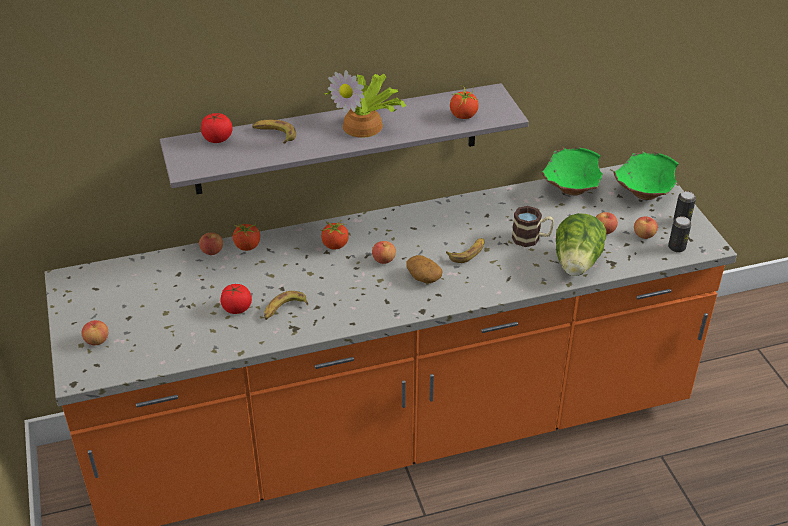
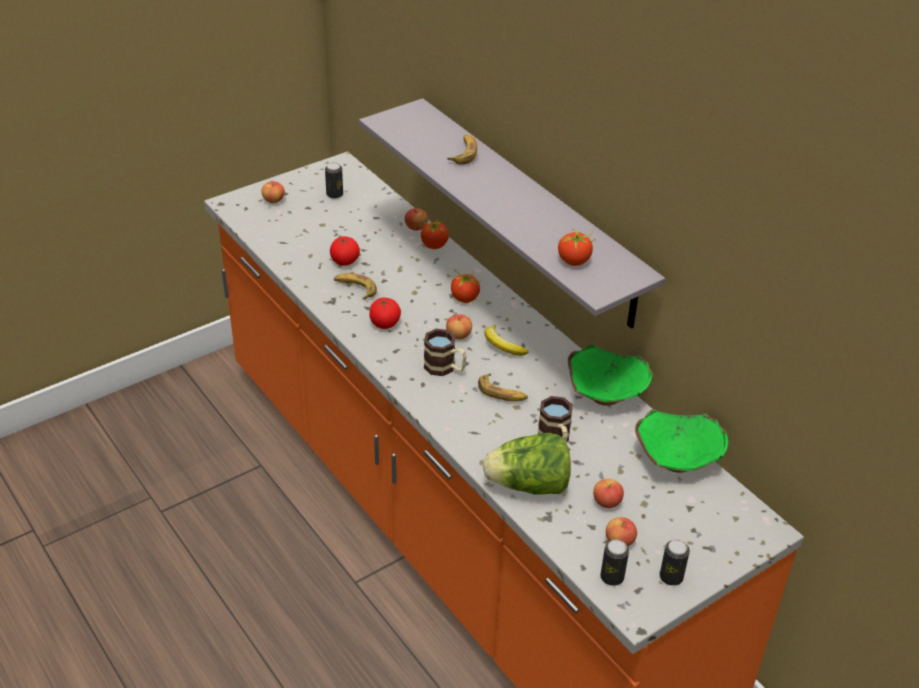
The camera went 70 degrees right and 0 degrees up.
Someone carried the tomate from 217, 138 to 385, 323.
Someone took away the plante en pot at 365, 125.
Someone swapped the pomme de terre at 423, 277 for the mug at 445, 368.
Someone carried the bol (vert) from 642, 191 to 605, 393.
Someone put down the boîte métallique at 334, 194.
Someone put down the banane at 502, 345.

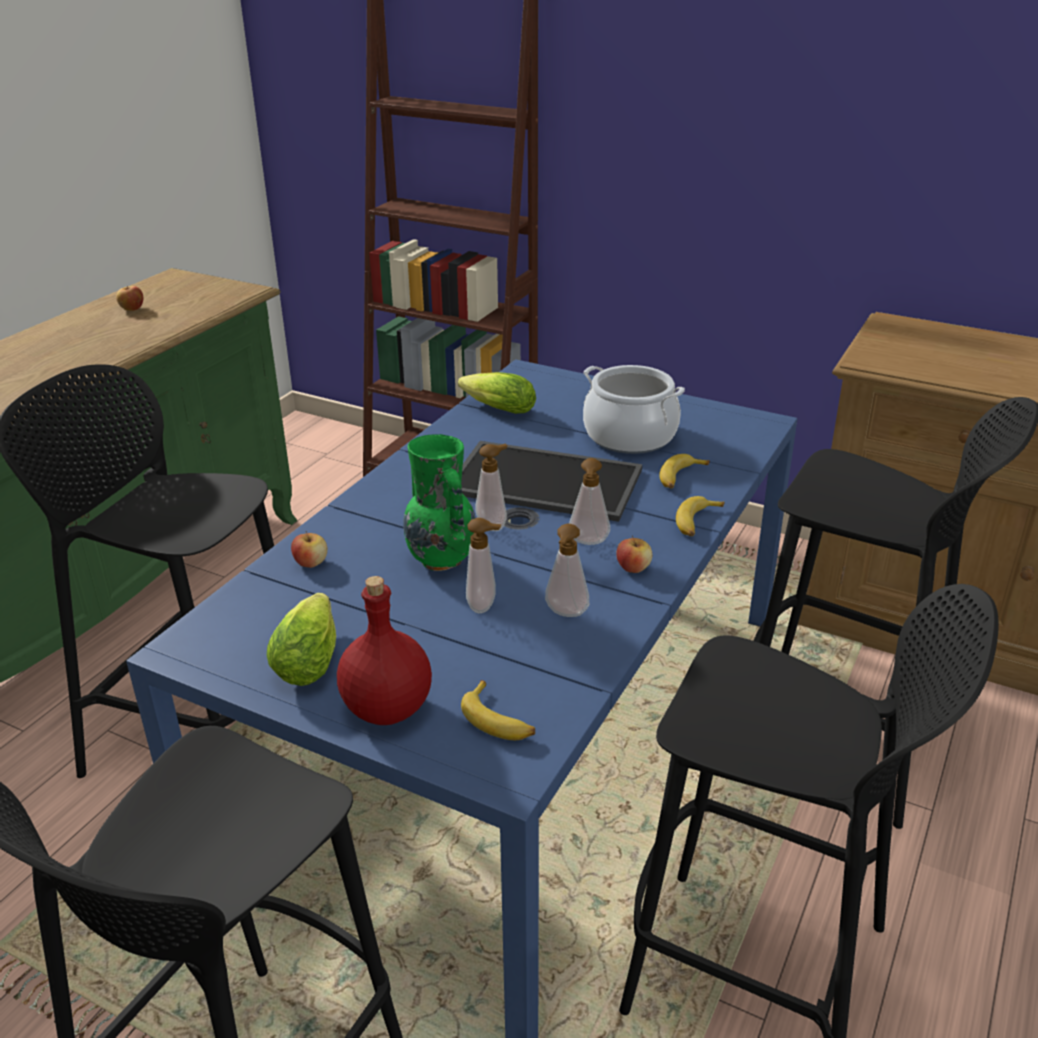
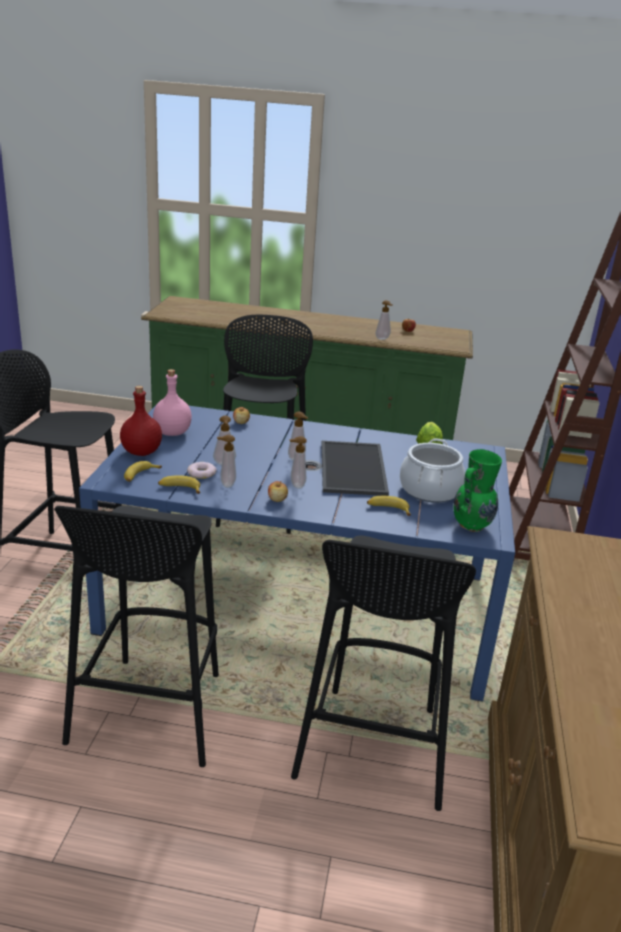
The camera went 70 degrees right and 5 degrees down.
Someone swapped the laitue at 310, 656 for the bouteille (rose) at 171, 432.
Someone carried the vase (vert) from 441, 560 to 472, 526.
Someone carried the banane from 697, 523 to 179, 488.
Someone put down the beignet at 201, 473.
Someone put down the distributeur de savon at 383, 339.

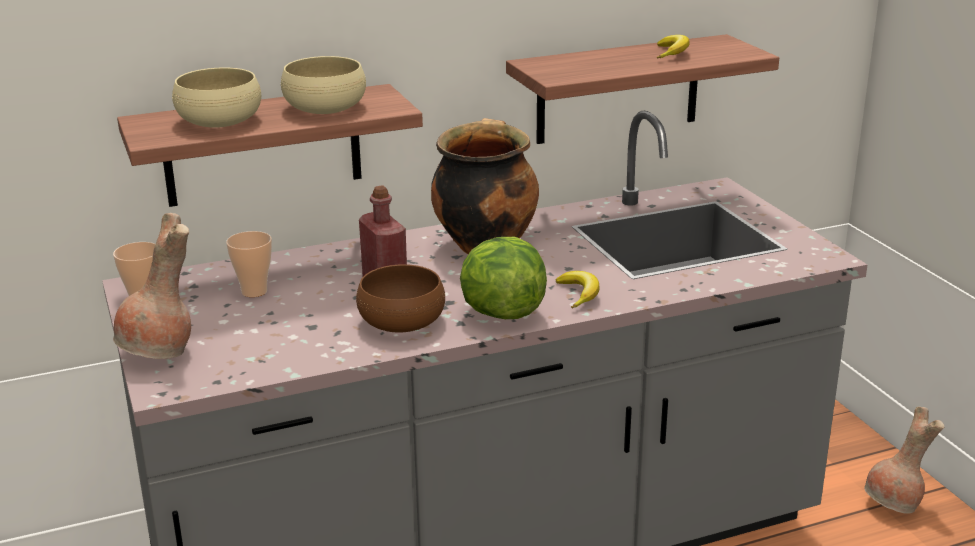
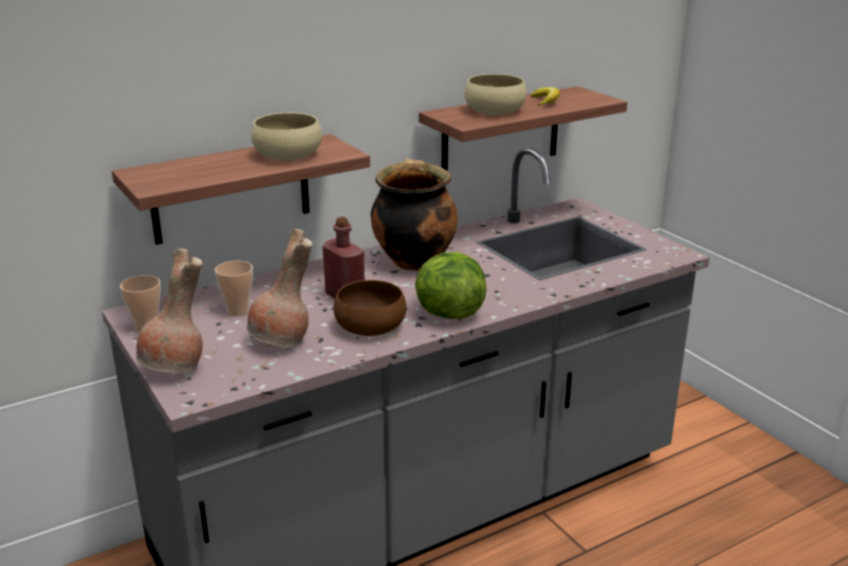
The camera went 10 degrees left and 0 degrees up.
Someone carried the bol (beige) from 220, 120 to 495, 111.
Someone took away the banane at 579, 294.
Someone carried the vase (marron) from 894, 505 to 282, 342.

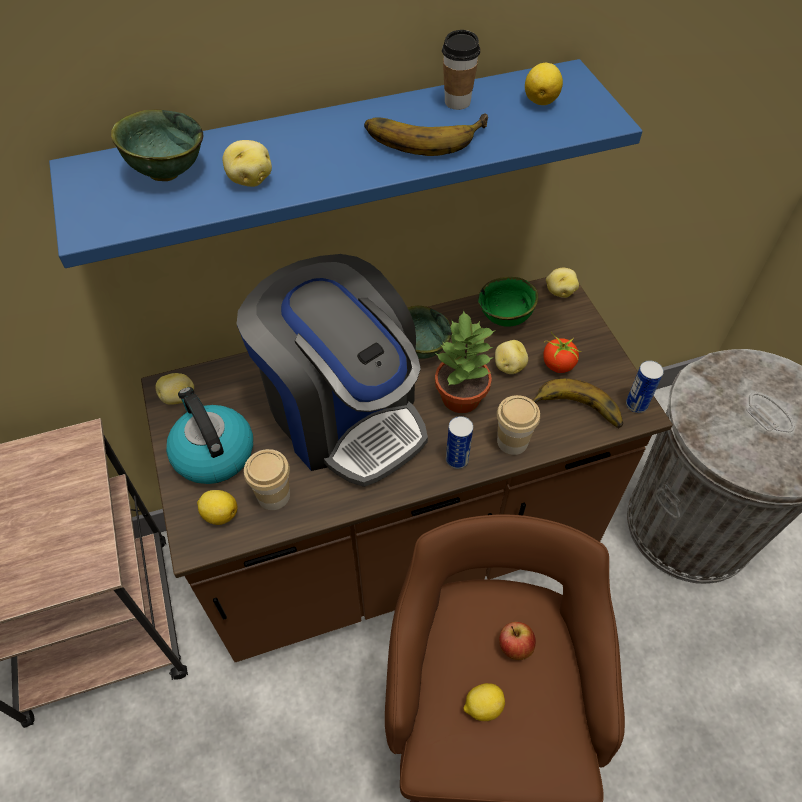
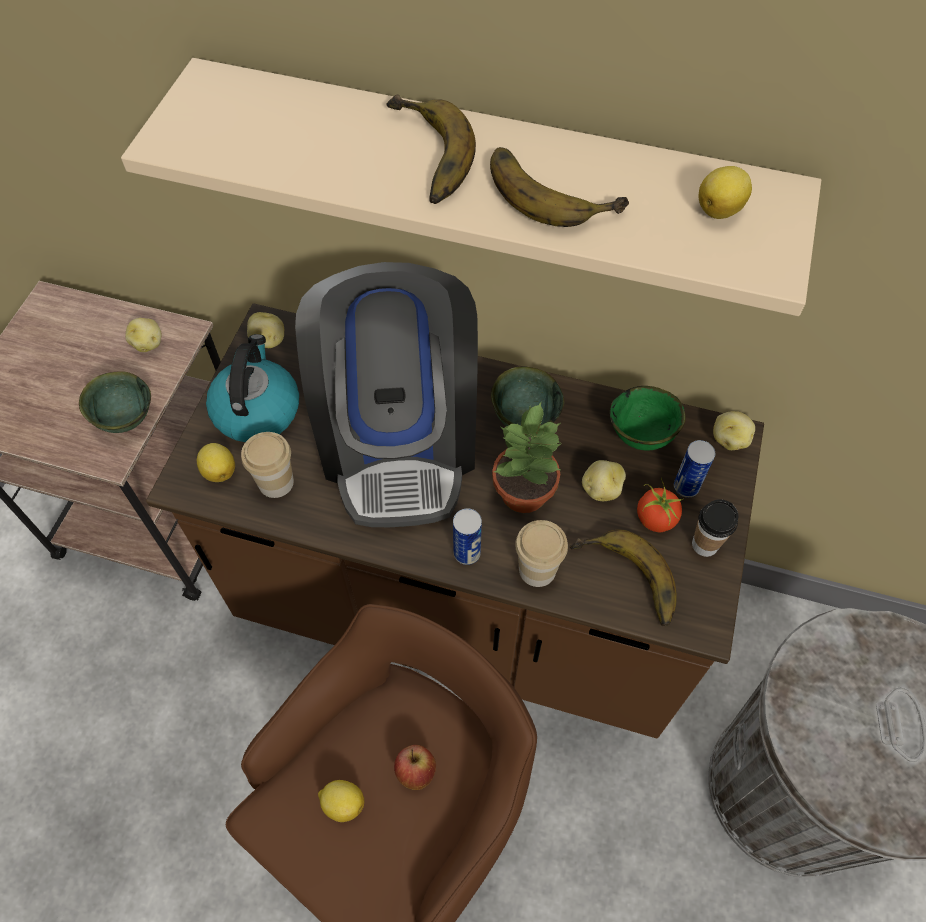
The camera went 35 degrees right and 5 degrees up.
Someone repainted the étagère (bleu) at 336, 153, which became the étagère (beige) at 488, 166.
Someone carried the bol (vert) from 167, 172 to 125, 418.
Someone carried the pomme de terre from 250, 179 to 148, 343.
Someone carried the tasse from 457, 102 to 704, 545.
Someone carried the boîte métallique from 636, 404 to 686, 487.
Someone put down the banane at 422, 157.

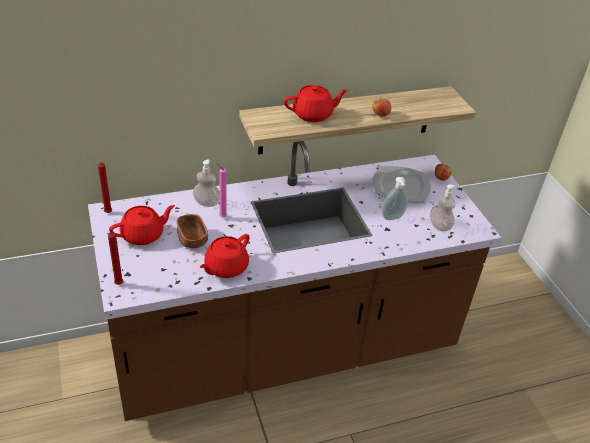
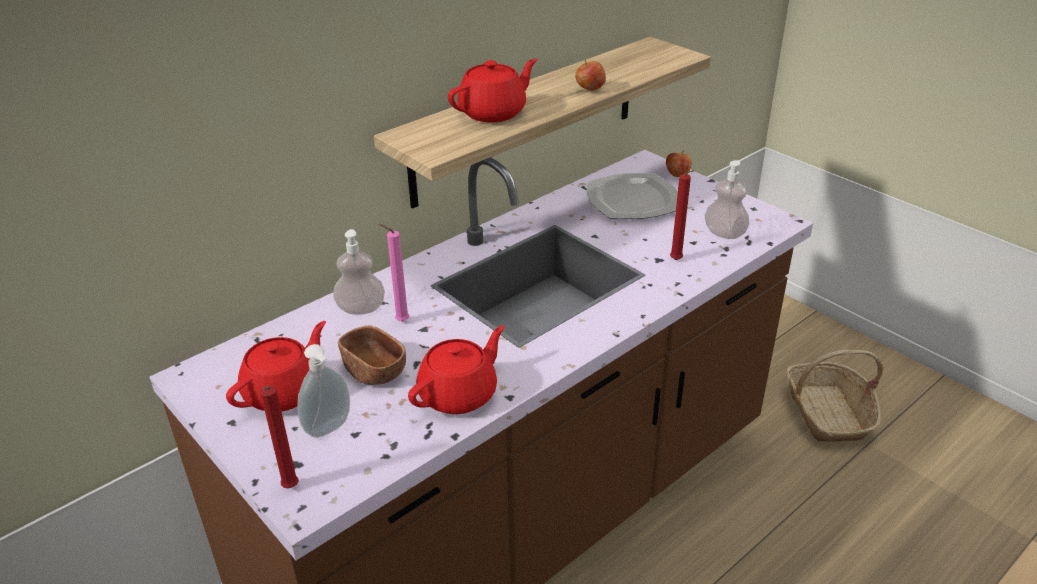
The camera went 20 degrees left and 5 degrees down.
Someone carried the bougie (rouge) from 108, 213 to 677, 261.
Someone rotated the théière (rouge) at 225, 267 by 150 degrees counterclockwise.
Someone carried the distributeur de savon from 393, 218 to 330, 429.
Someone put down the panier at 827, 413.

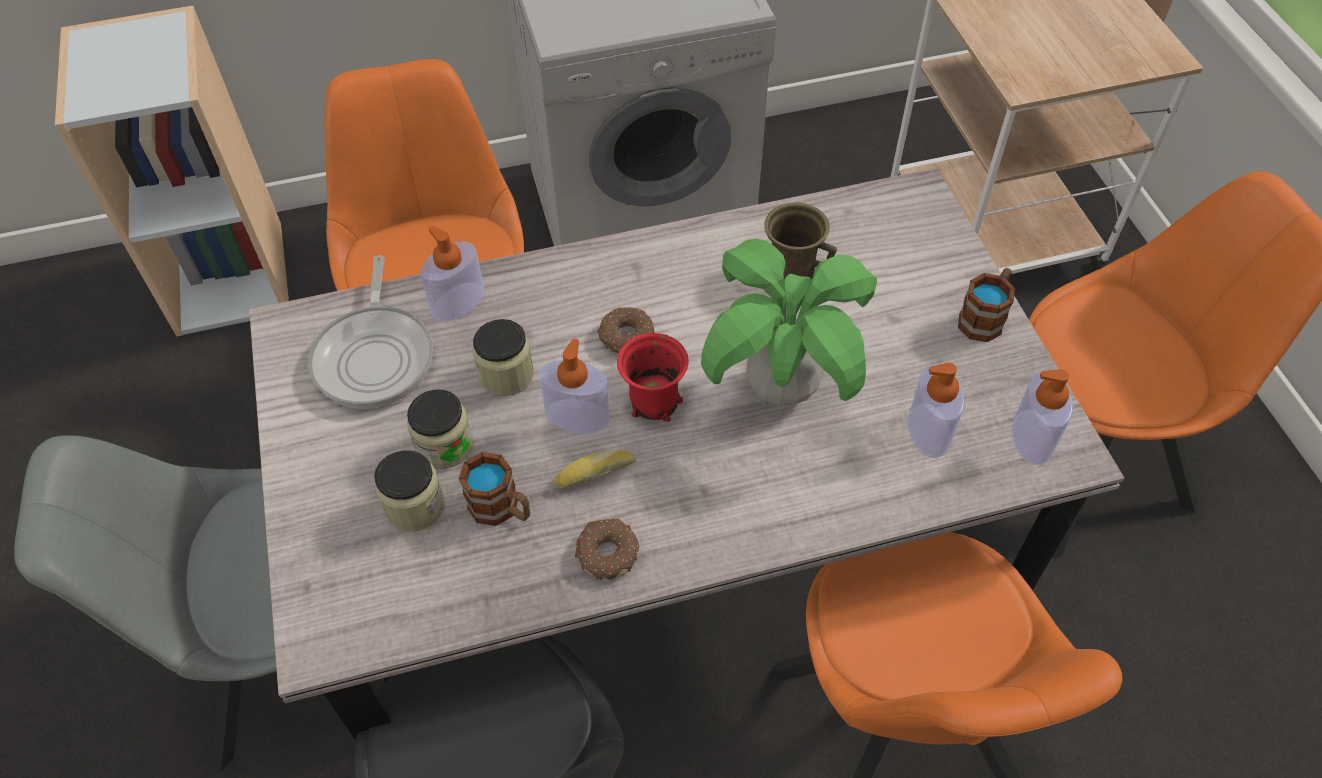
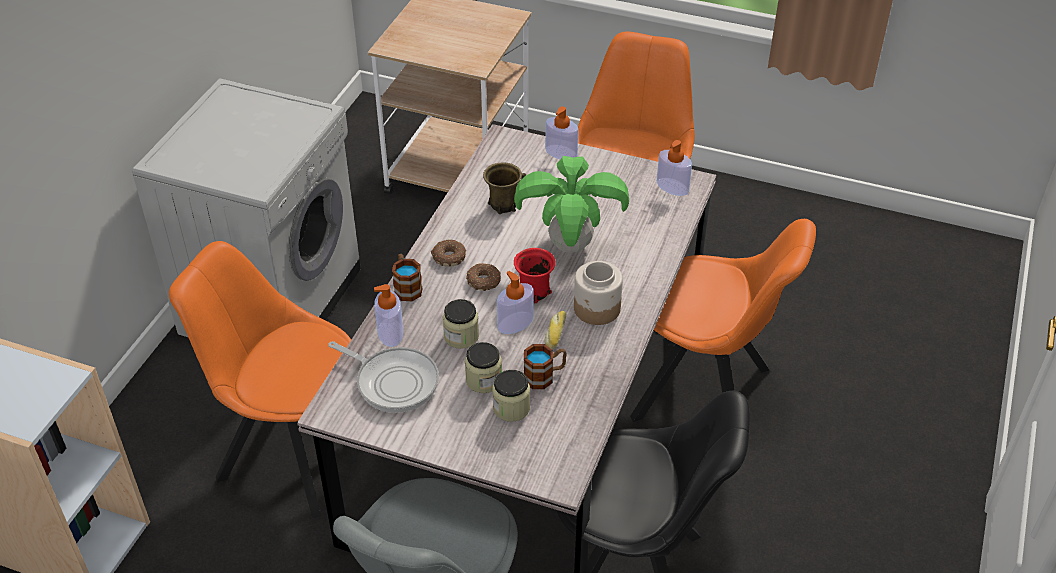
The camera went 55 degrees left and 10 degrees down.
Someone carried the beignet from 607, 553 to 448, 257.
Someone carried the distributeur de savon from 928, 430 to 561, 153.
Someone carried the mug from 984, 317 to 406, 287.
Someone put down the bocal at 597, 309.

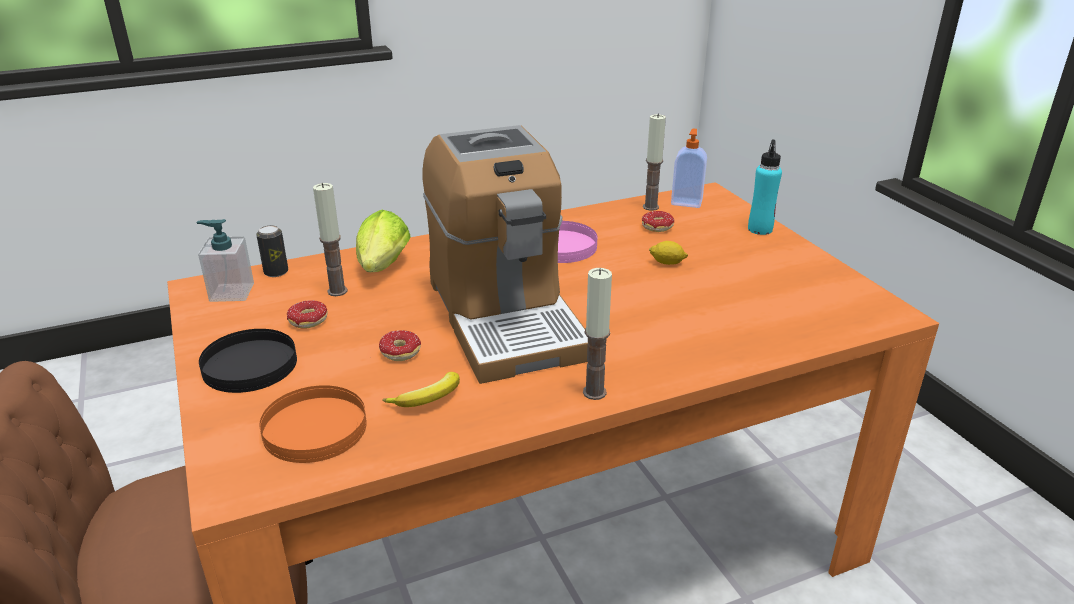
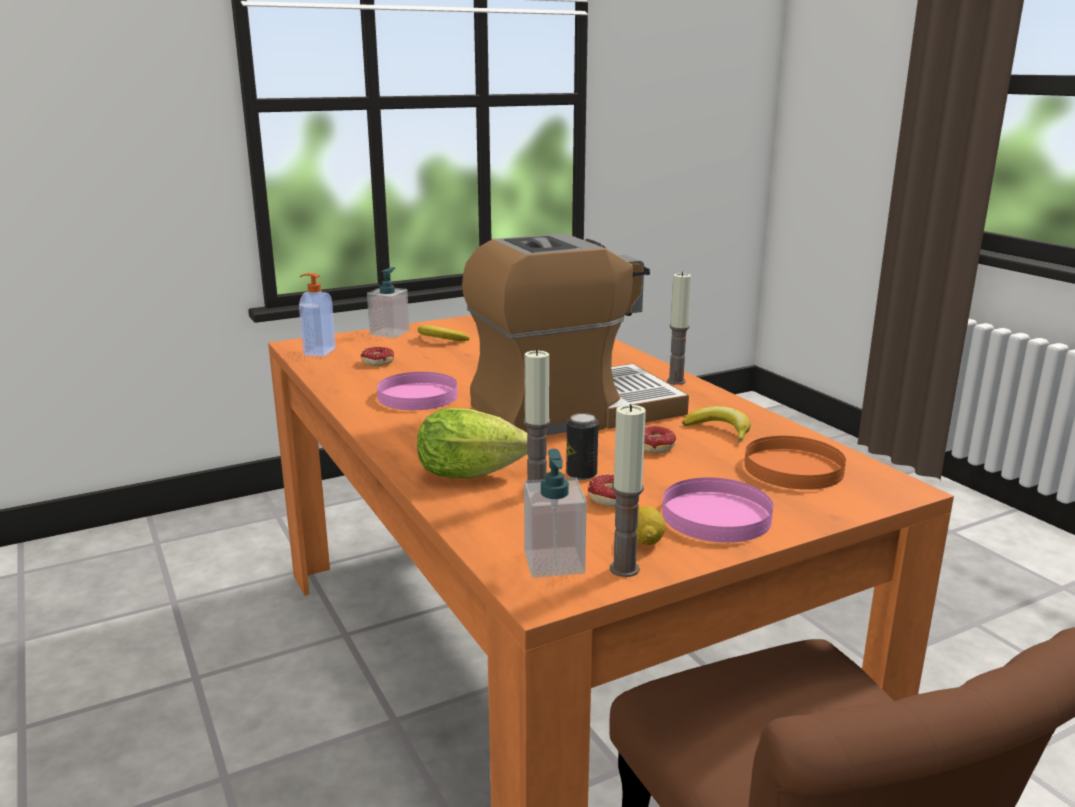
The camera went 95 degrees left and 10 degrees down.
Someone repainted the assiette (noir) at 249, 365, which became the assiette (rose) at 716, 516.
Someone carried the boîte métallique from 276, 272 to 581, 474.
Someone carried the bougie from 650, 207 to 624, 569.
Someone carried the citron from 667, 263 to 646, 540.
Someone swapped the bouteille (turquoise) at 760, 229 for the distributeur de savon at 389, 333.
Someone put down the banane at 440, 340.

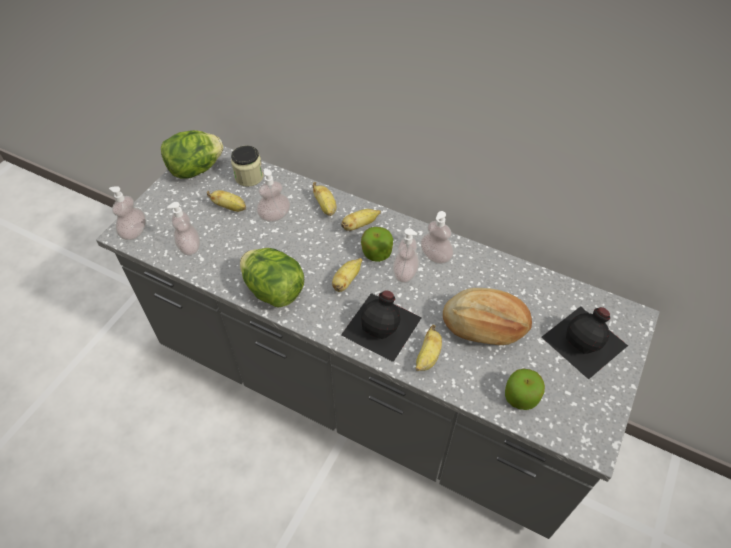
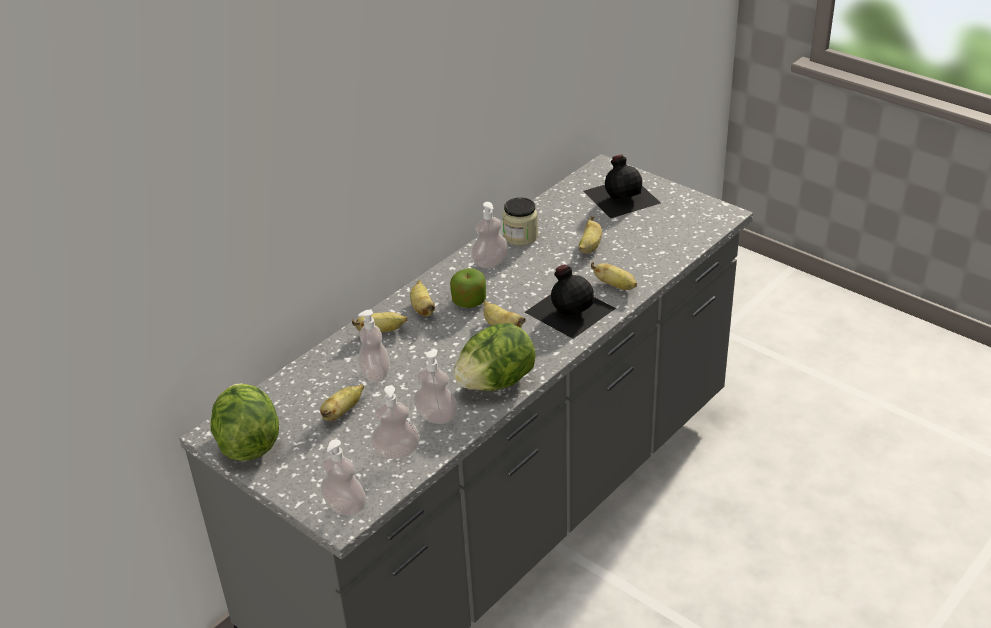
The camera went 75 degrees left and 15 degrees down.
Someone carried the bocal from 249, 177 to 520, 236.
Someone carried the distributeur de savon from 405, 273 to 436, 416.
Someone swapped the pain at 484, 326 for the banane at 589, 247.
Someone took away the pomme at 521, 397.

